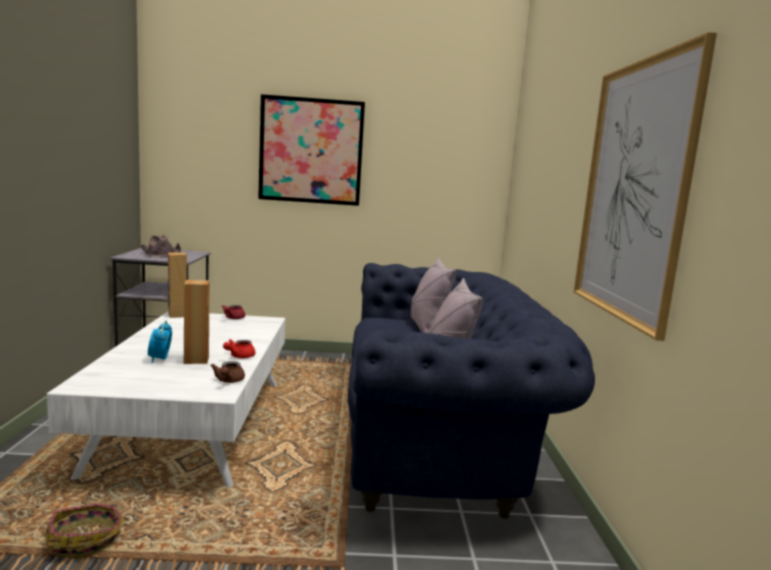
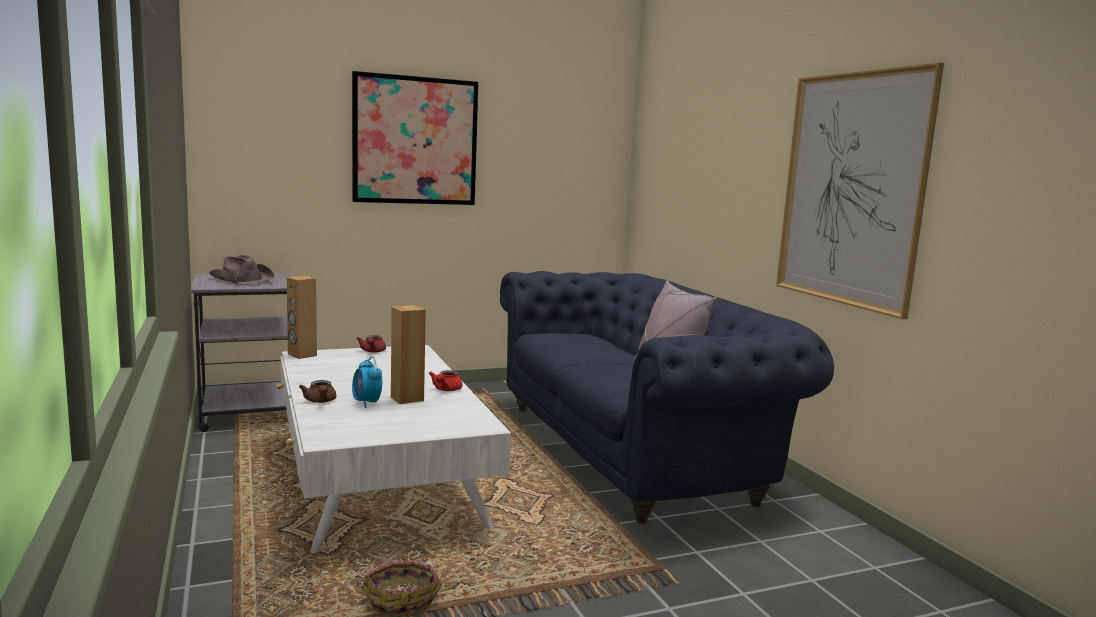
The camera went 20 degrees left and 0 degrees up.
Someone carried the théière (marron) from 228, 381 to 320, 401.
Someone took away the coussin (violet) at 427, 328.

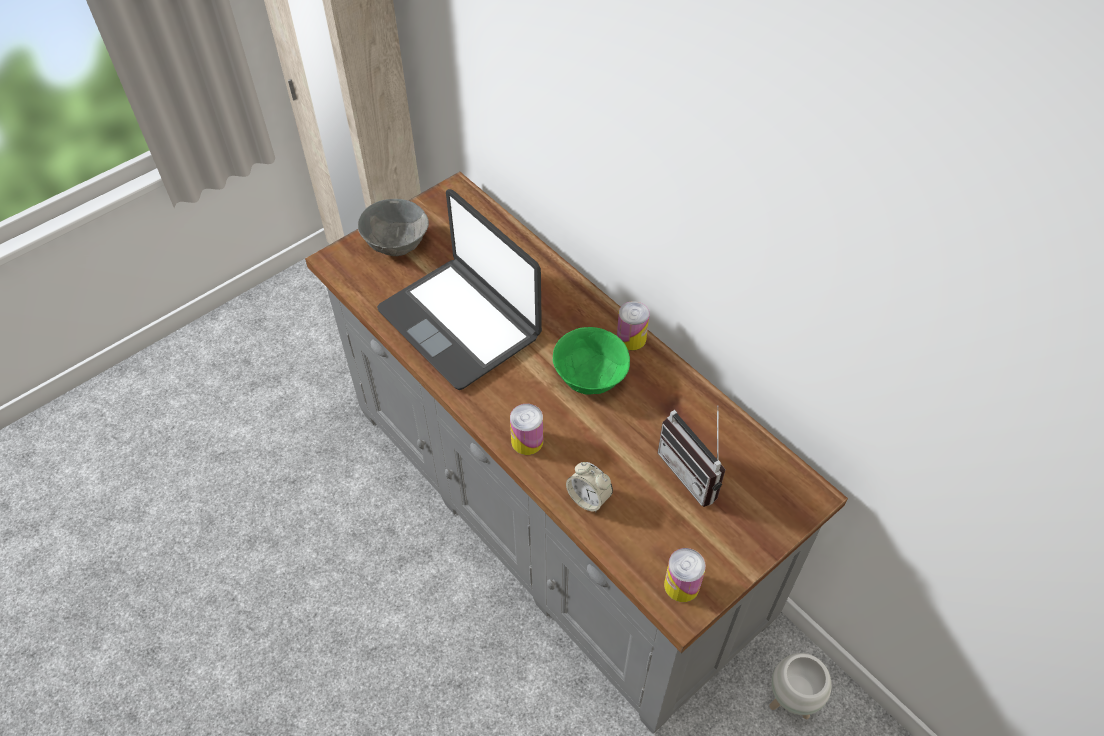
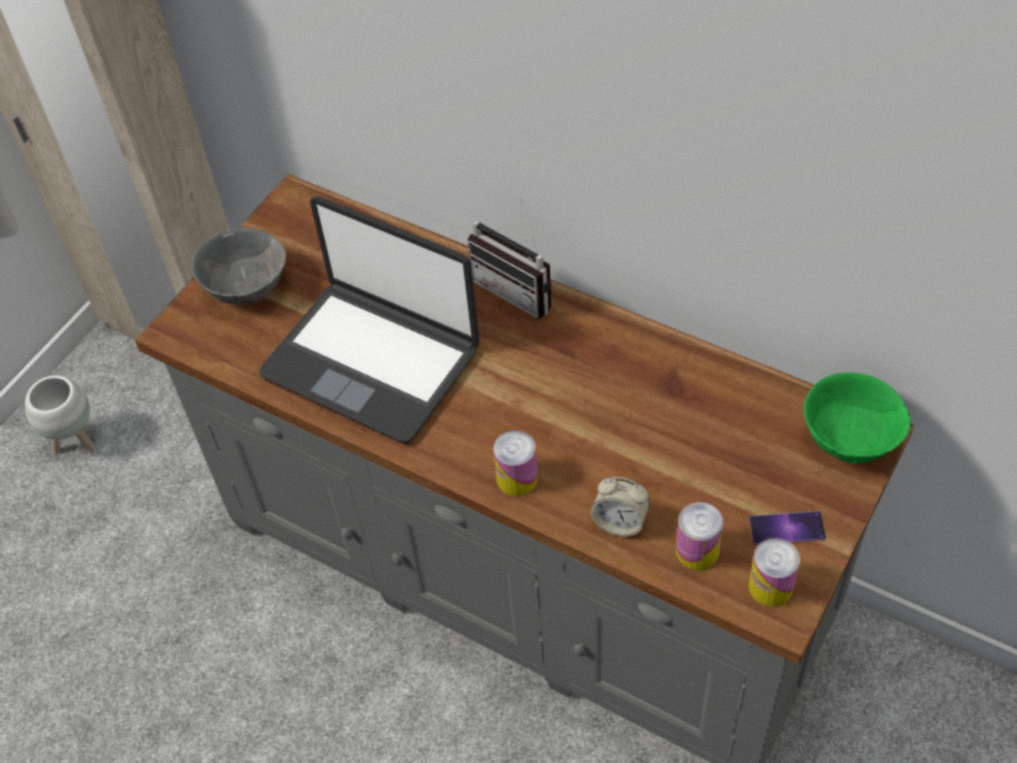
The camera went 15 degrees left and 0 degrees up.
Someone carried the bol (vert) from 591, 377 to 850, 438.
Someone carried the boîte métallique from 631, 338 to 697, 551.
Someone carried the radio from 695, 472 to 519, 289.
Someone carried the cache-pot (blanc) from 789, 702 to 75, 441.
Someone put down the téléphone at 787, 528.

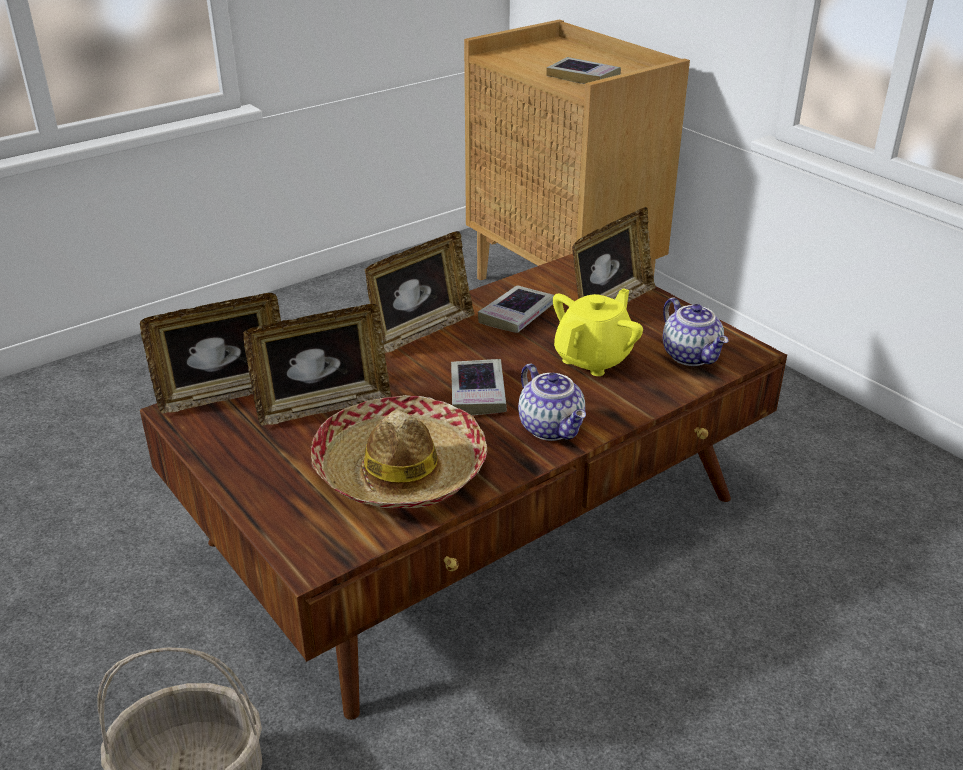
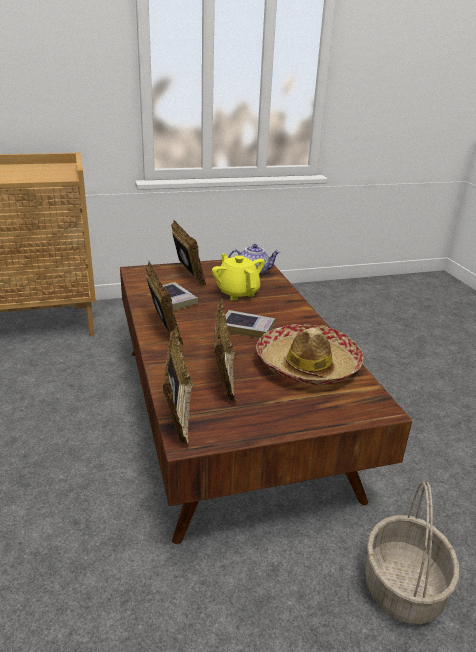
The camera went 70 degrees left and 5 degrees down.
Someone took away the théière at 552, 428.
Someone took away the livre at 583, 77.

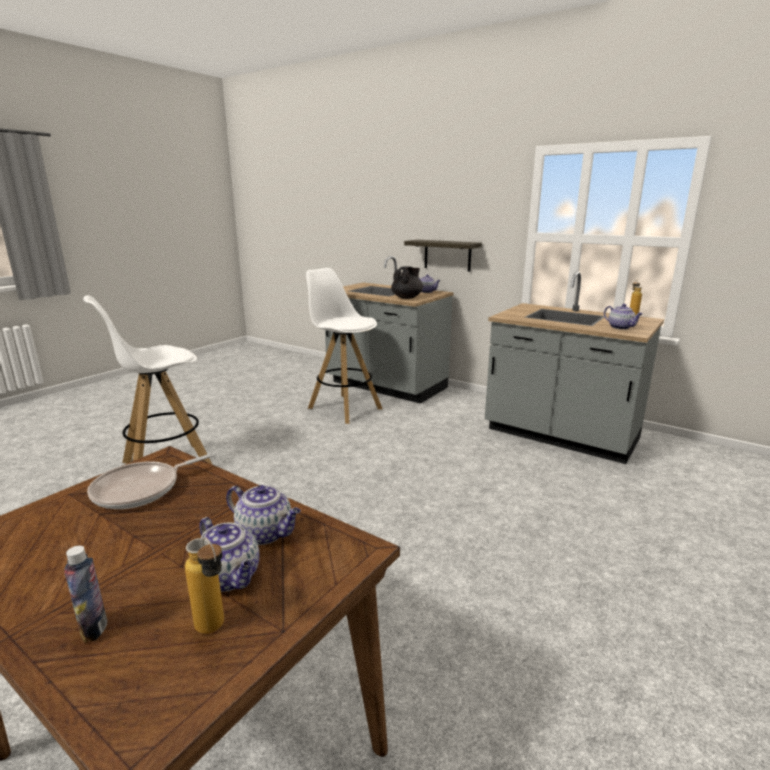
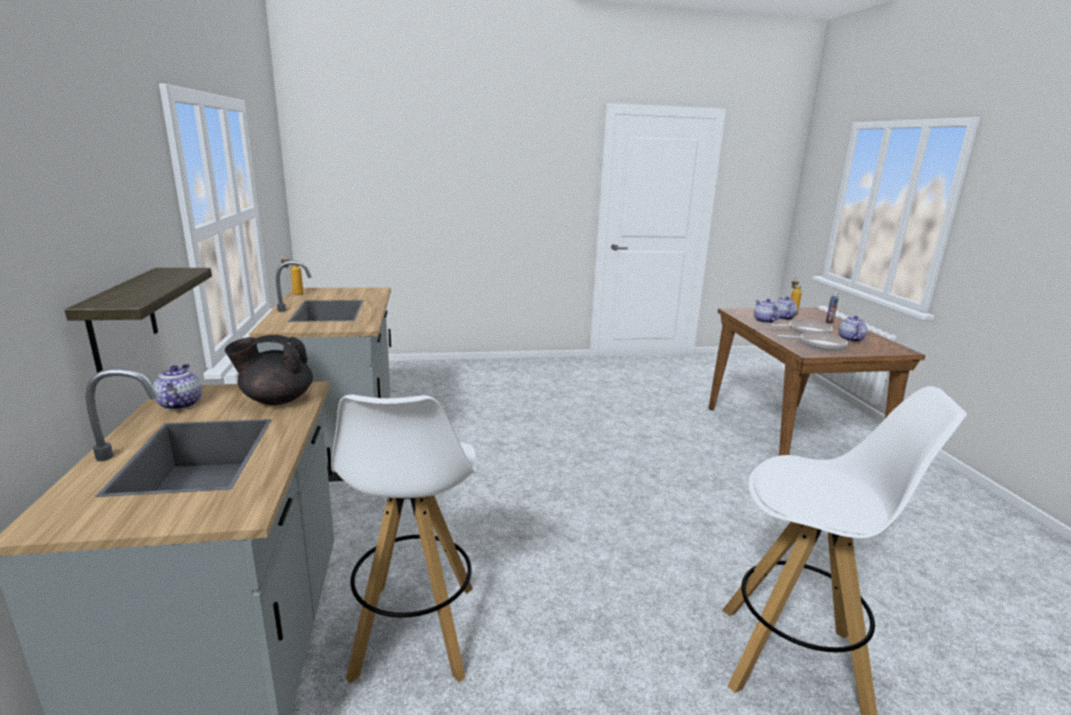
The camera went 135 degrees left and 0 degrees up.
Someone carried the théière from 621, 327 to 850, 339.
Someone put down the poêle at 806, 331.

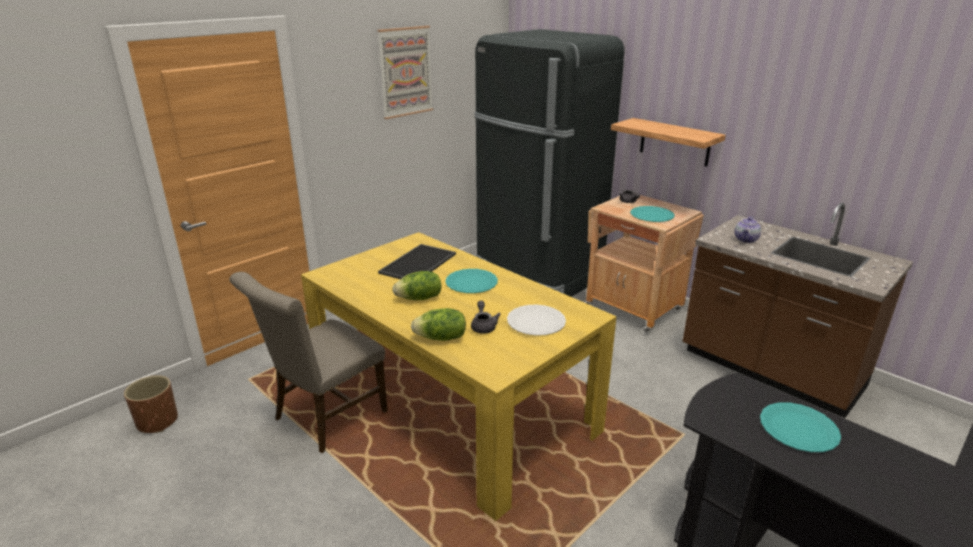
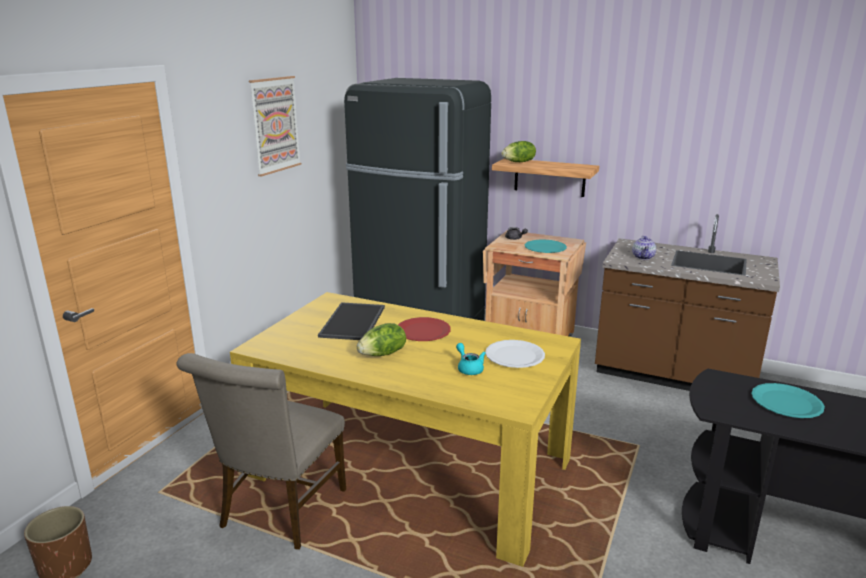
The camera went 20 degrees left and 5 degrees down.
Someone carried the laitue from 441, 338 to 519, 162.
Someone repainted the assiette (turquoise) at 471, 283, which became the assiette (rouge) at 423, 331.
Someone repainted the théière (gris) at 483, 326, which became the théière (turquoise) at 469, 368.

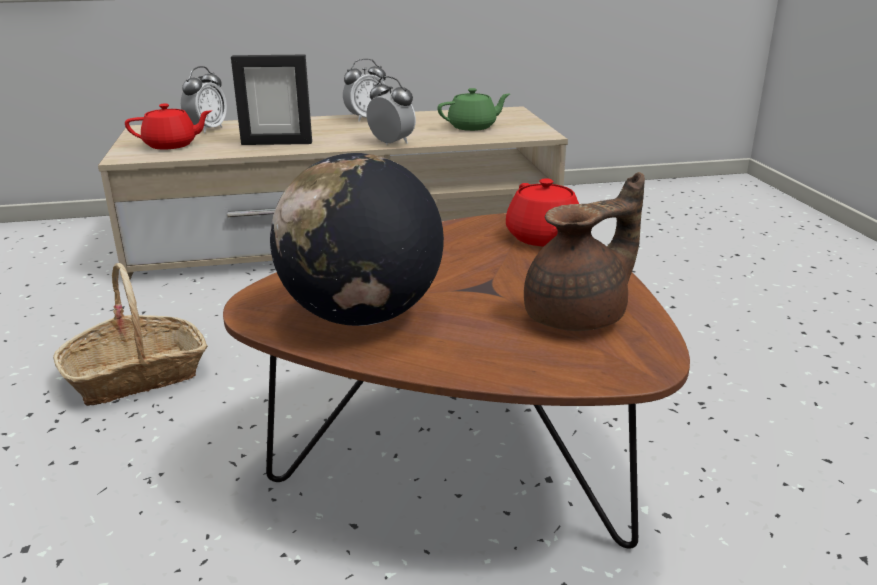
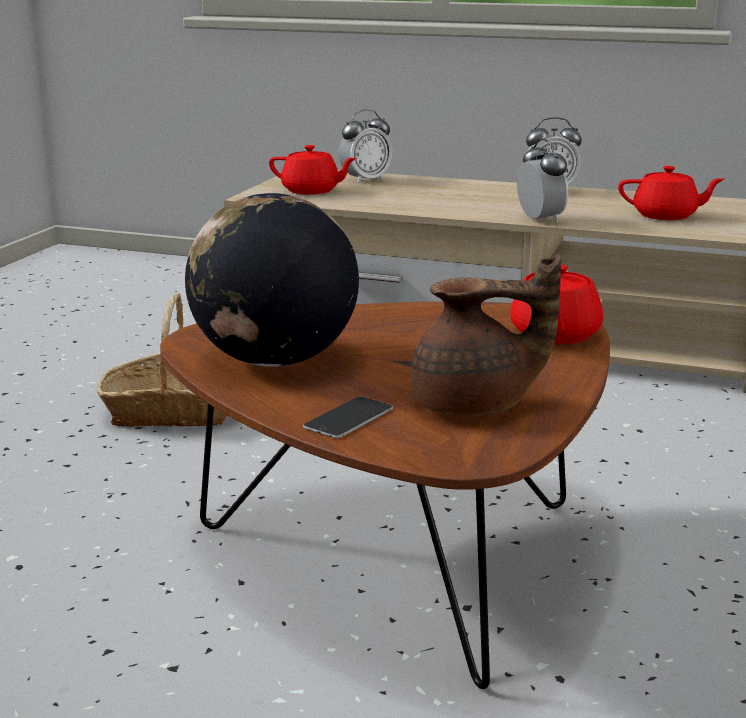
The camera went 30 degrees right and 5 degrees down.
Someone took away the cadre photo at 277, 143.
Someone repainted the théière (vert) at 473, 127, which became the théière (rouge) at 666, 216.
Someone put down the téléphone at 348, 418.

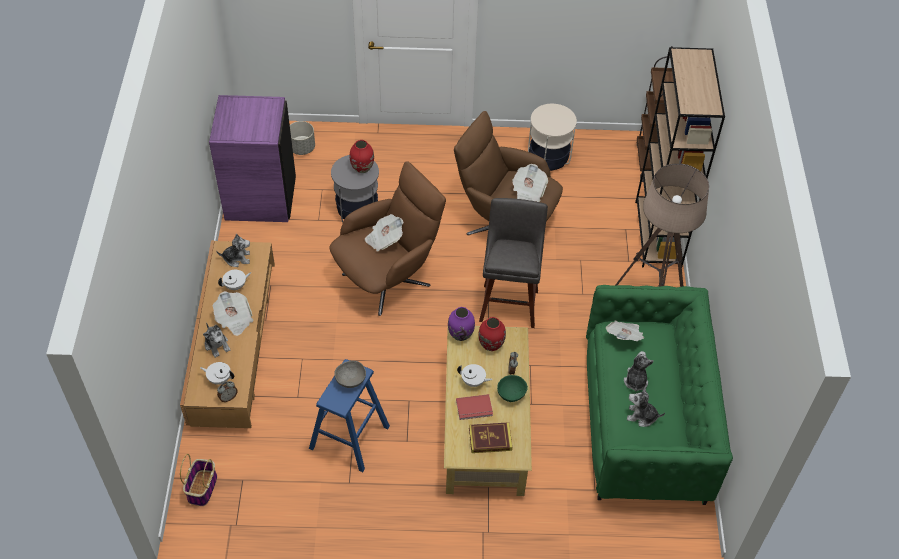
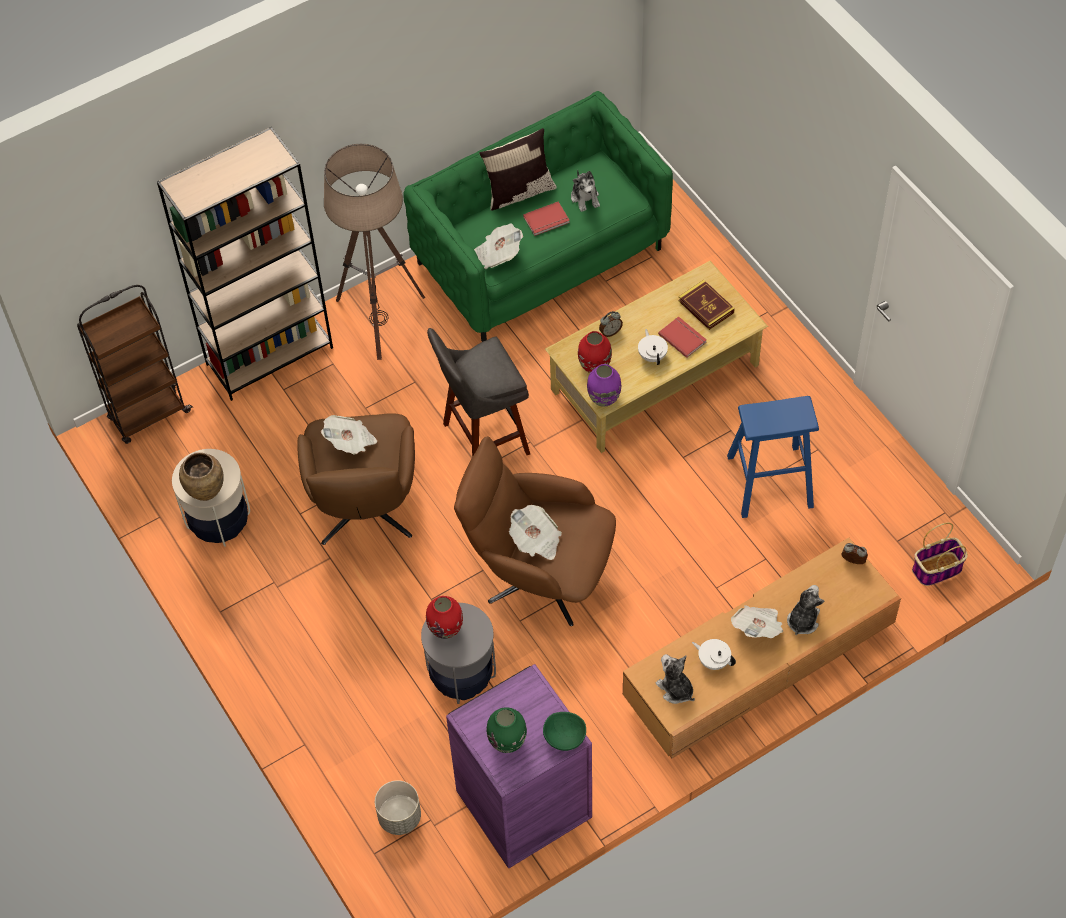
The camera went 120 degrees left and 5 degrees up.
Someone took away the théière (blanc) at 219, 378.
Someone took away the bol (gris) at 350, 380.
Someone carried the bol (vert) from 511, 394 to 564, 737.
Someone swapped the peluche at 635, 380 for the livre (rouge) at 547, 220.
Someone put down the vase (marron) at 206, 492.
Someone put down the coussin at 519, 192.
Someone put down the vase (vert) at 508, 741.

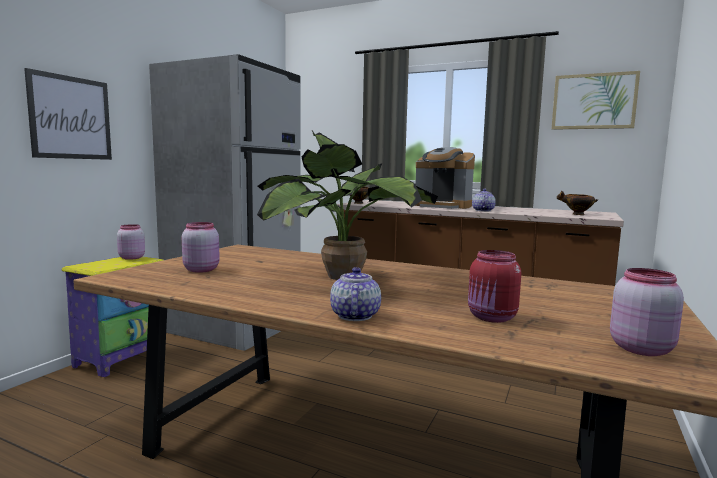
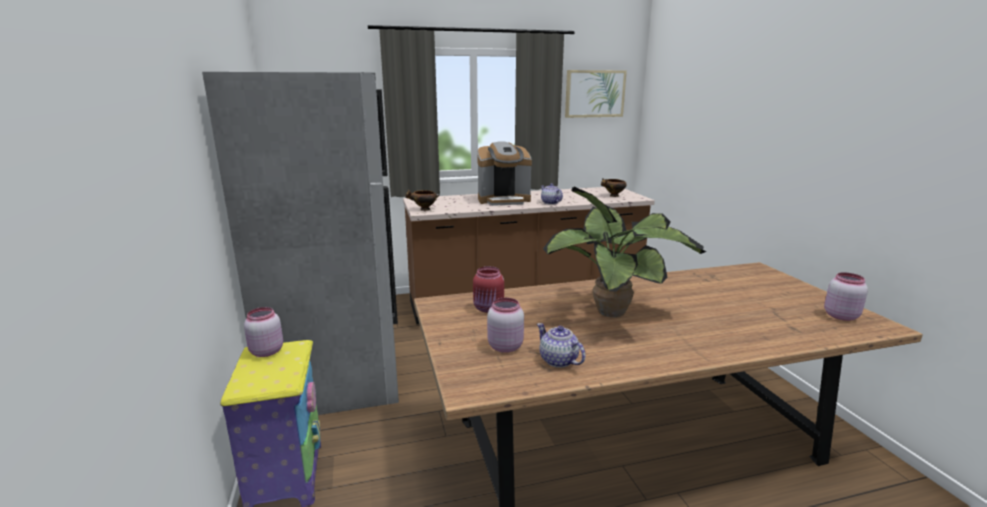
The camera went 40 degrees left and 10 degrees up.
Someone took away the tableau at 71, 118.
Someone carried the théière from 354, 316 to 558, 361.
Someone carried the bocal (rouge) from 492, 318 to 489, 309.

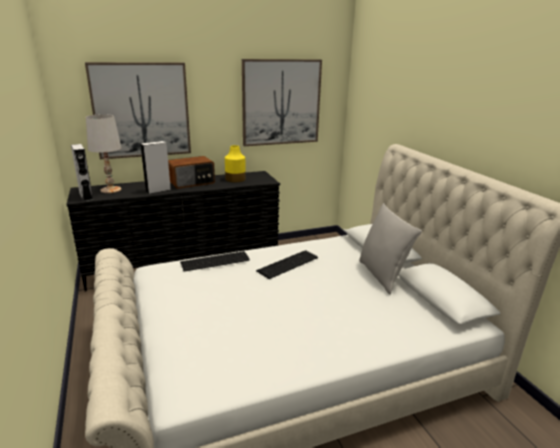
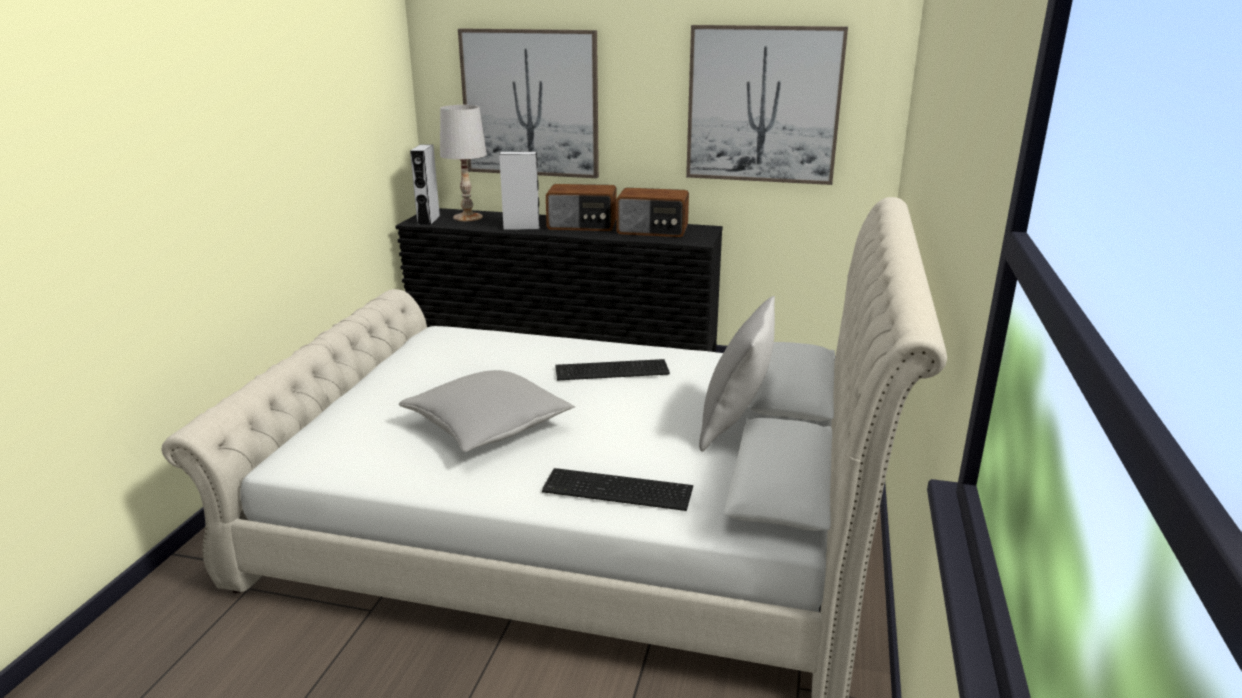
The camera went 35 degrees right and 0 degrees up.
Someone carried the clavier from 216, 261 to 619, 491.
Someone swapped the vase (jaune) at 235, 179 for the radio at 652, 230.
Someone put down the coussin (gris) at 488, 427.

